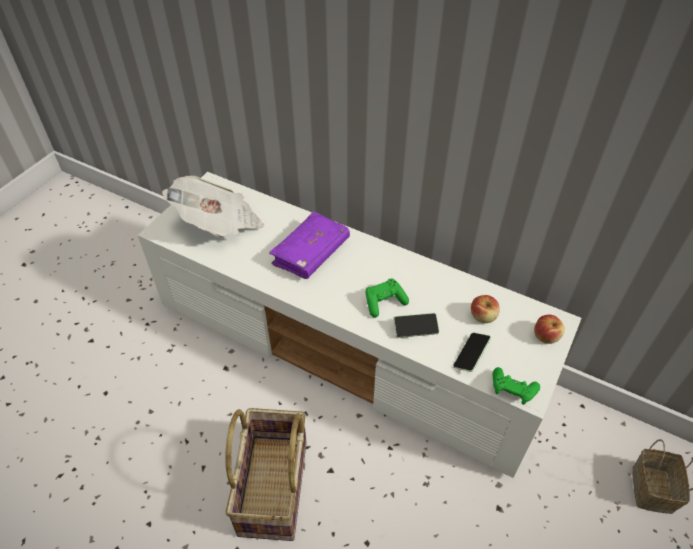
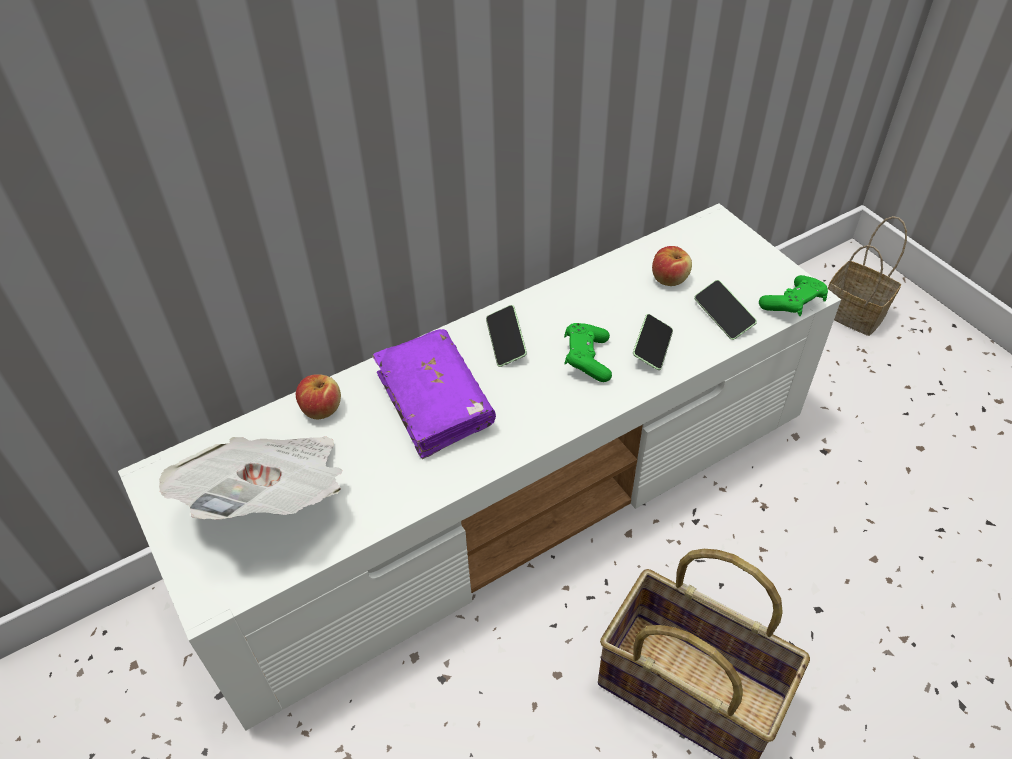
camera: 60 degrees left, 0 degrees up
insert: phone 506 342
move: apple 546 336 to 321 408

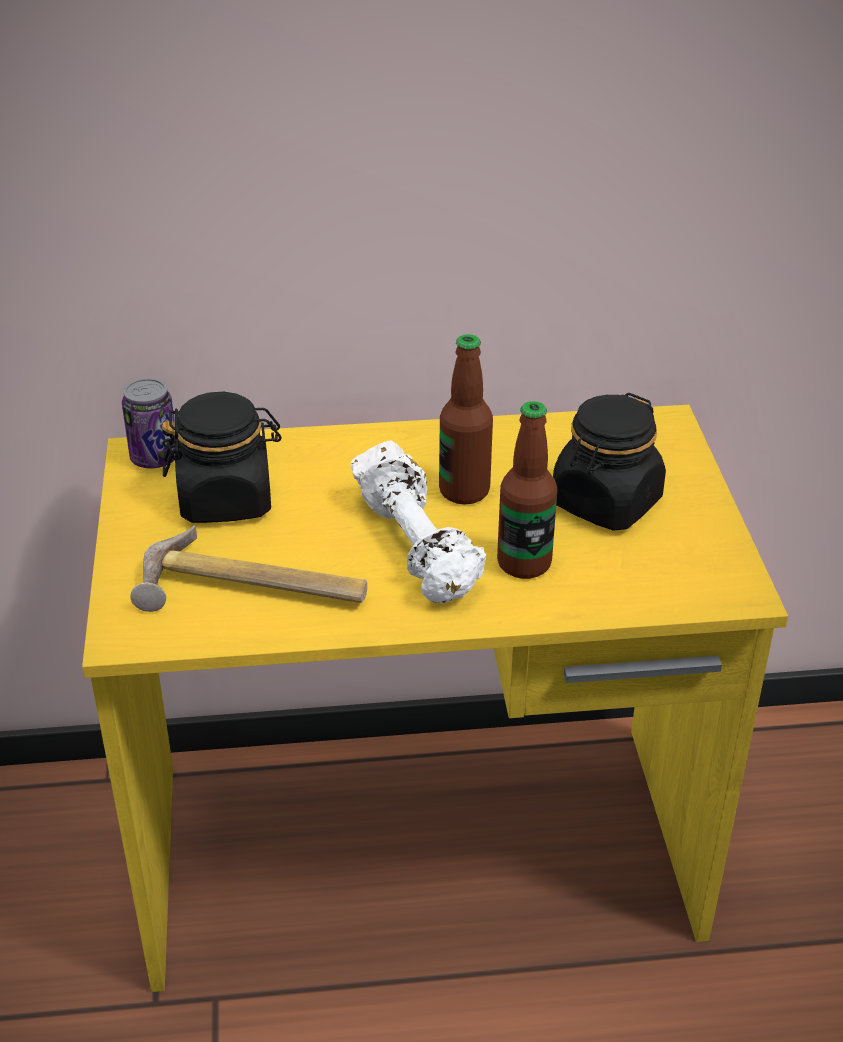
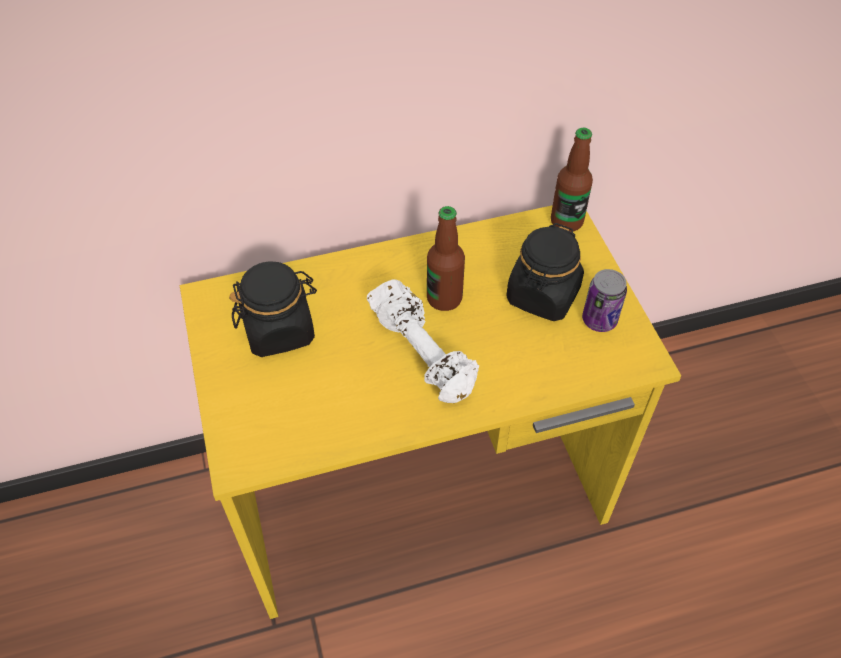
camera: 10 degrees left, 15 degrees up
delete: hammer 251 593
move: can 154 458 to 599 320; bottle 524 563 to 566 221

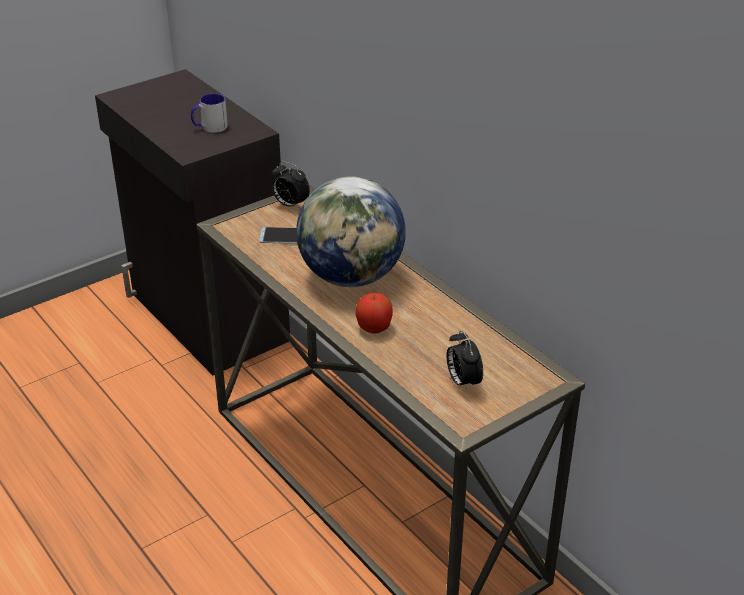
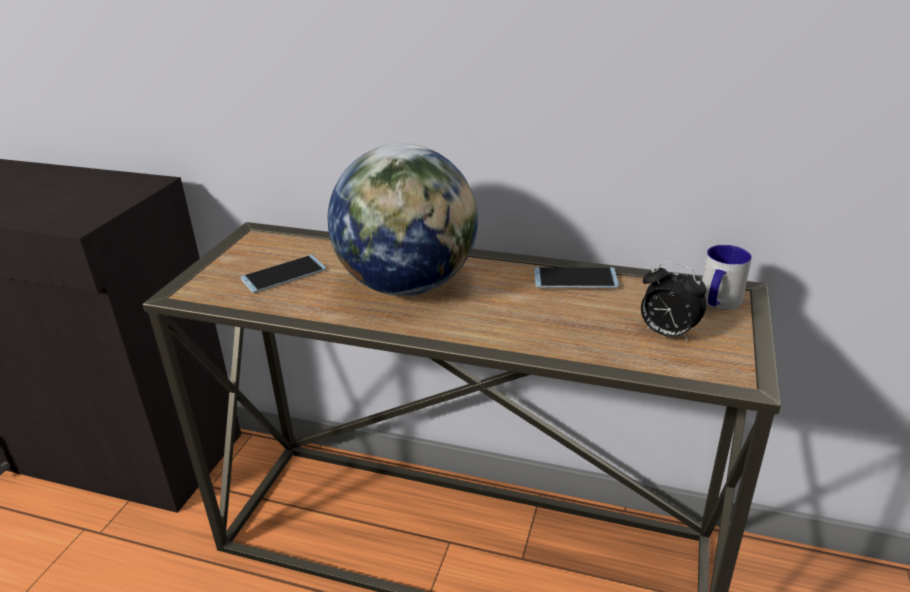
camera: 35 degrees left, 5 degrees down
delete: alarm_clock 290 205; apple 374 328
insert: phone 575 278
move: mug 209 127 to 717 303

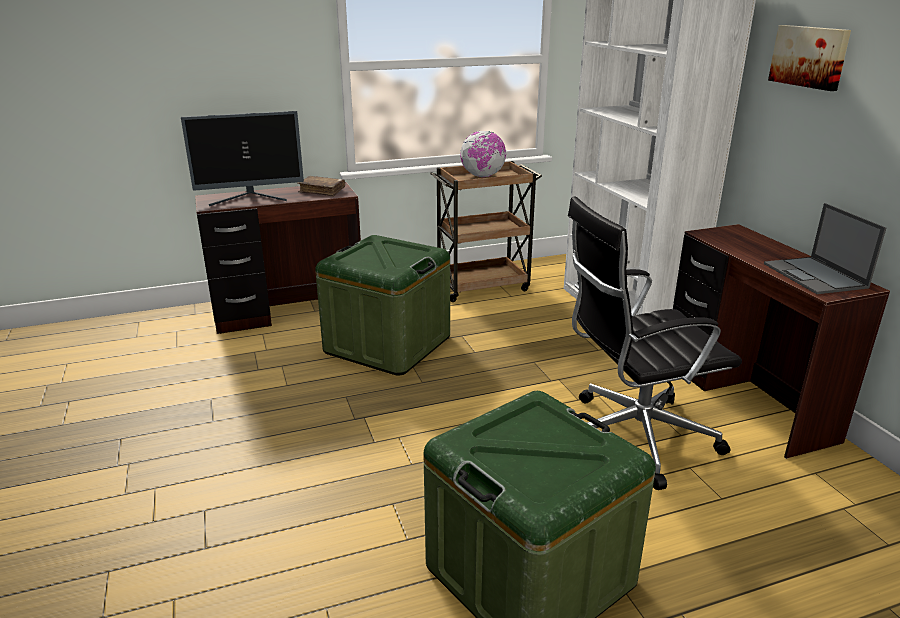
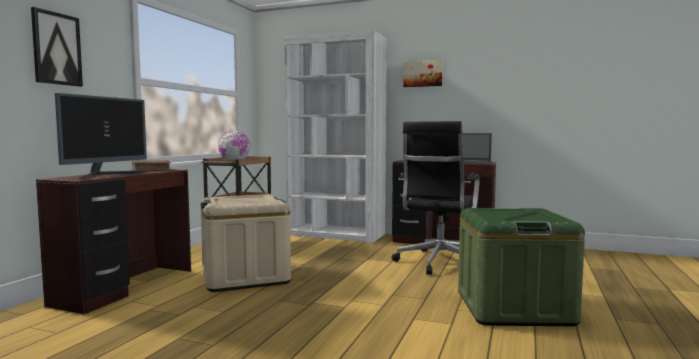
camera: 50 degrees left, 20 degrees down
insert: picture 56 49
recolor: green_storage_box 387 344 to beige_storage_box 245 276

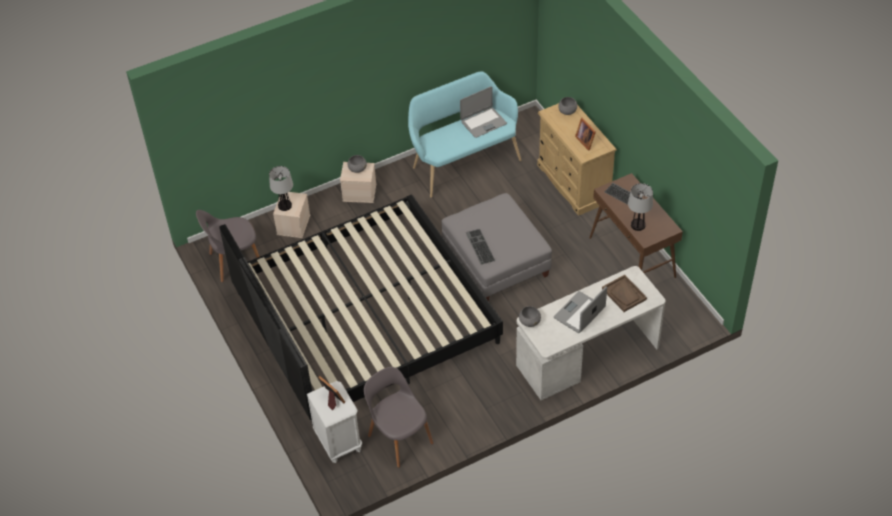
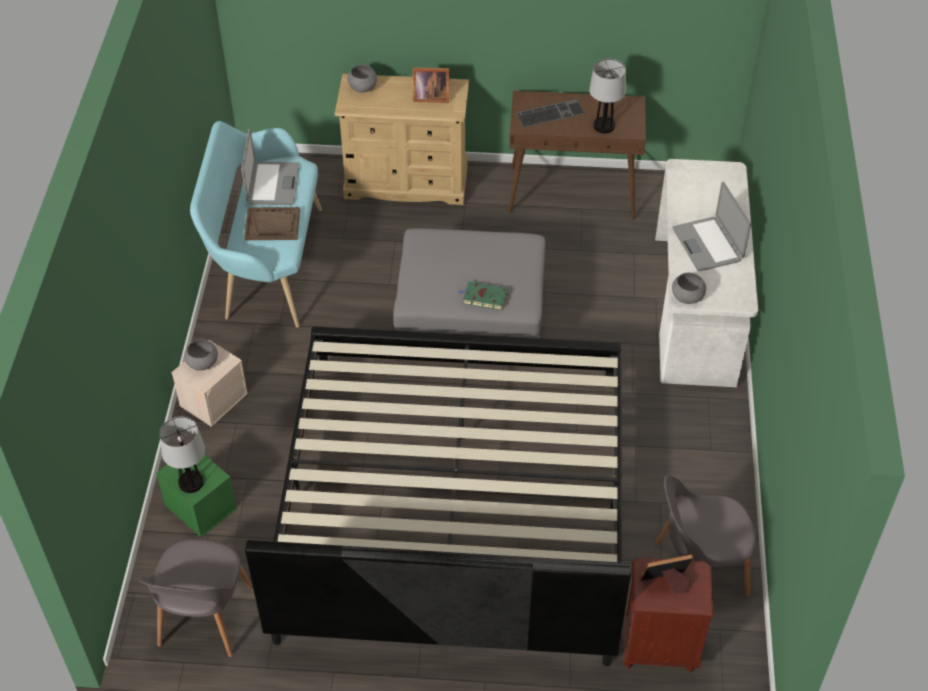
camera: 60 degrees left, 0 degrees up
move: brown_tray 624 294 to 272 225
replace: keyboard 479 246 to green_book 483 297
recolor: beige_storage_box 293 224 to green_storage_box 199 506; white_nightstand 338 442 to brown_nightstand 659 647

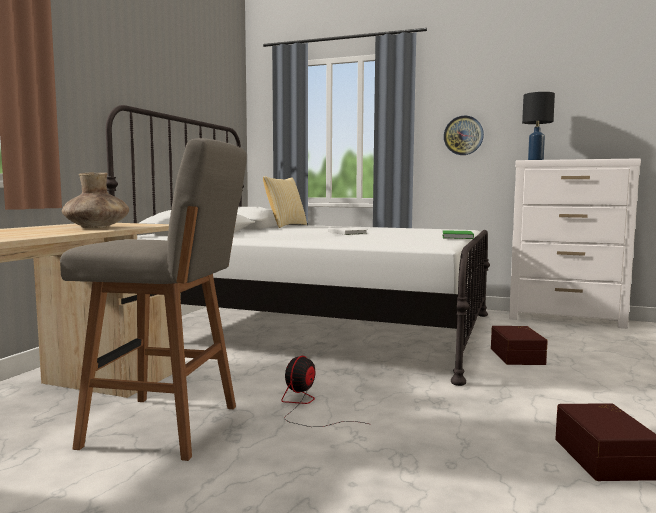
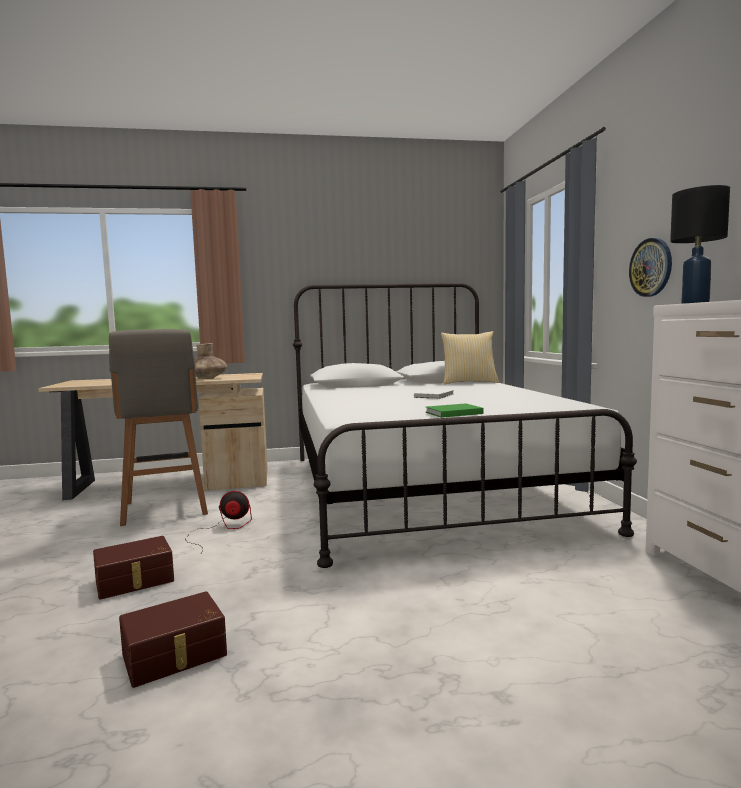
camera: 60 degrees right, 0 degrees up
move: brown_storage_box 518 356 to 135 581

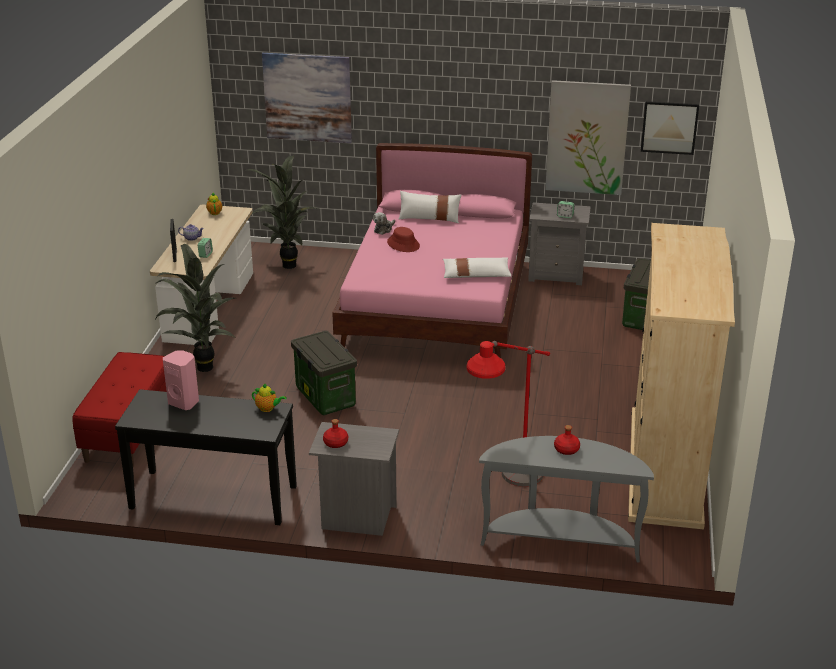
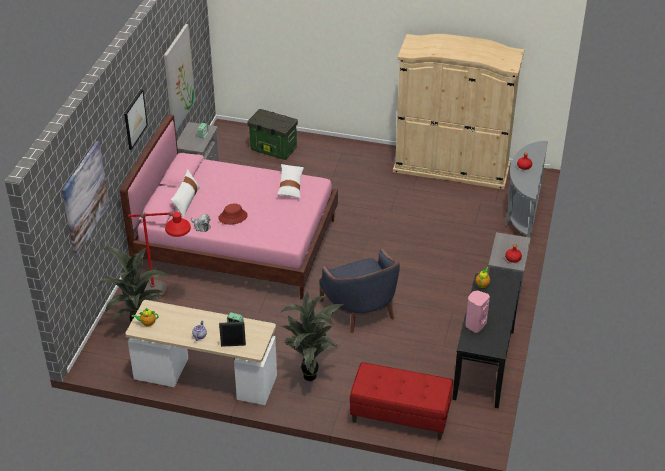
camera: 85 degrees left, 10 degrees up
move: red_floor_lamp 506 488 to 167 299; picture 669 127 to 135 119
replace: storage_box 324 396 to blue_armchair 360 308

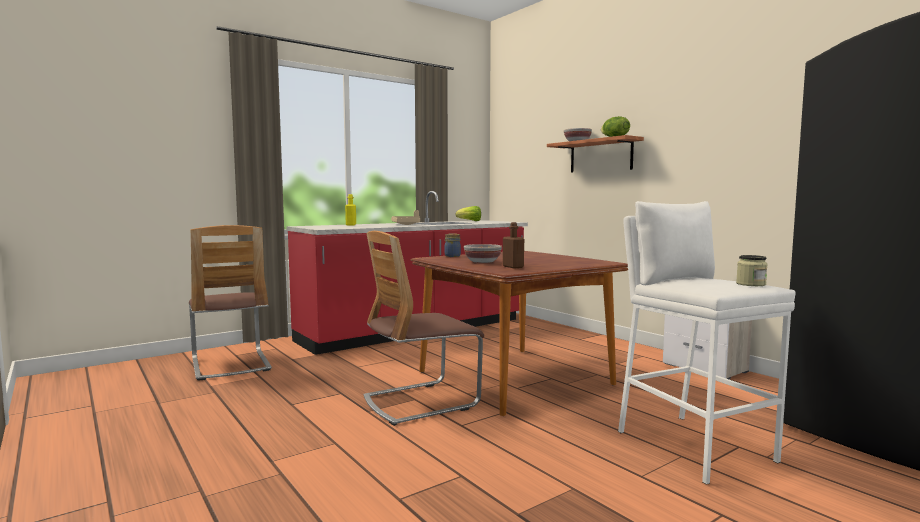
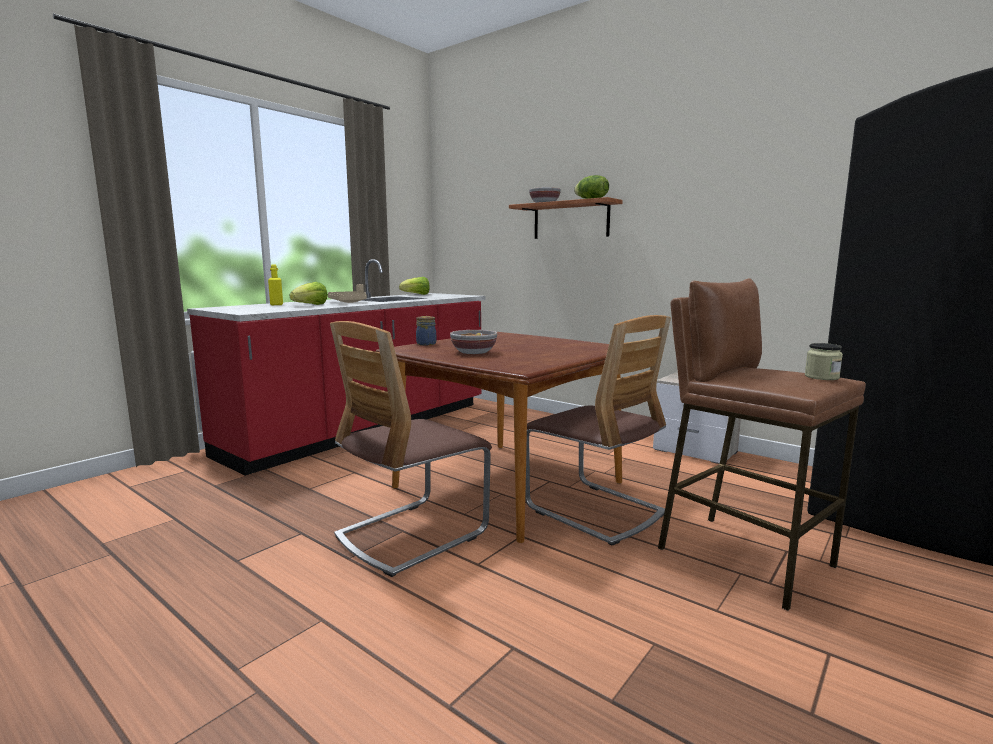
camera: 15 degrees left, 5 degrees up
delete: brown_bottle 513 267
insert: lettuce 311 305
move: chair 230 364 to 594 510
recolor: white_stool 693 446 to brown_stool 743 556

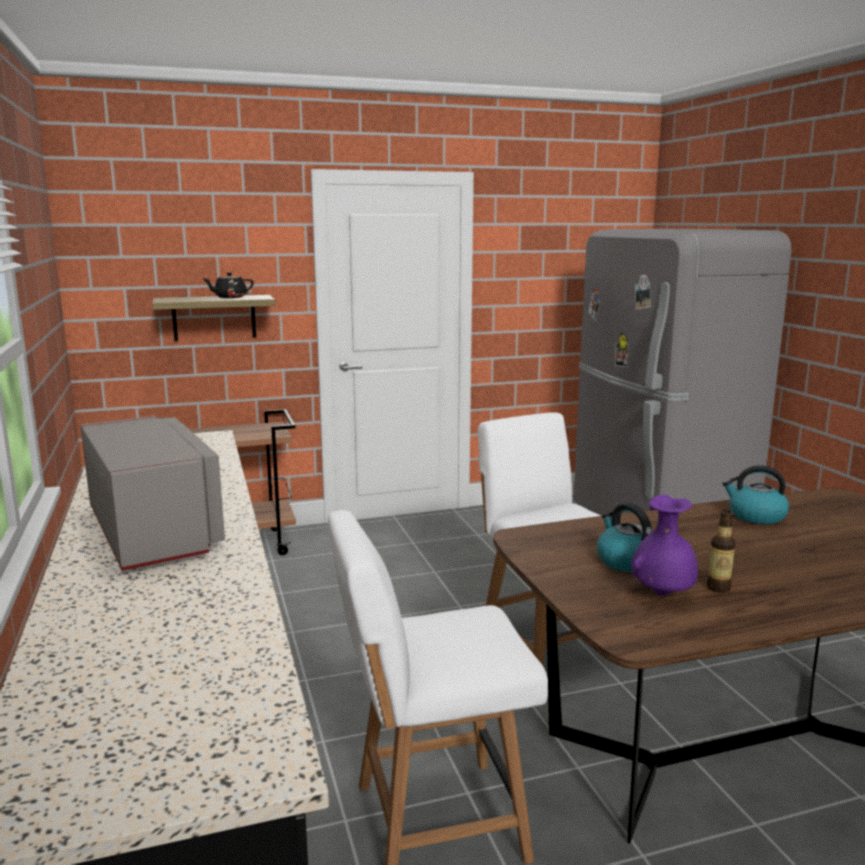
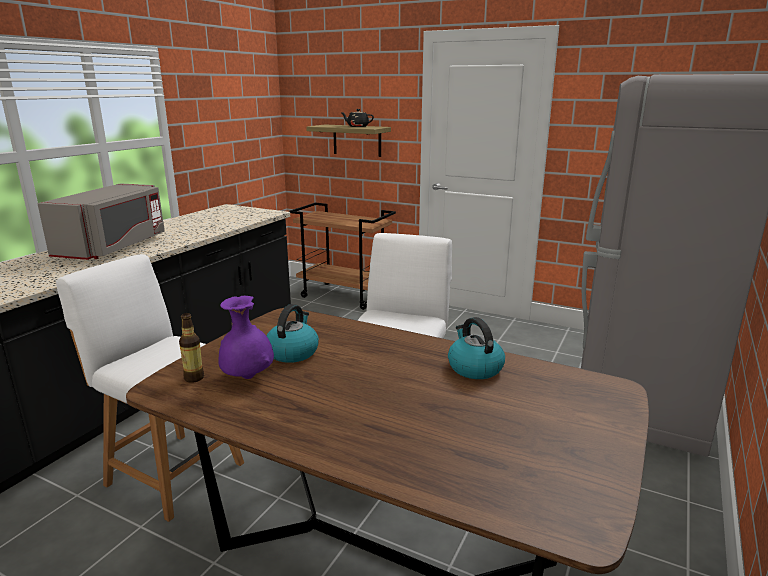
camera: 45 degrees right, 5 degrees up
move: bottle 718 588 to 194 378

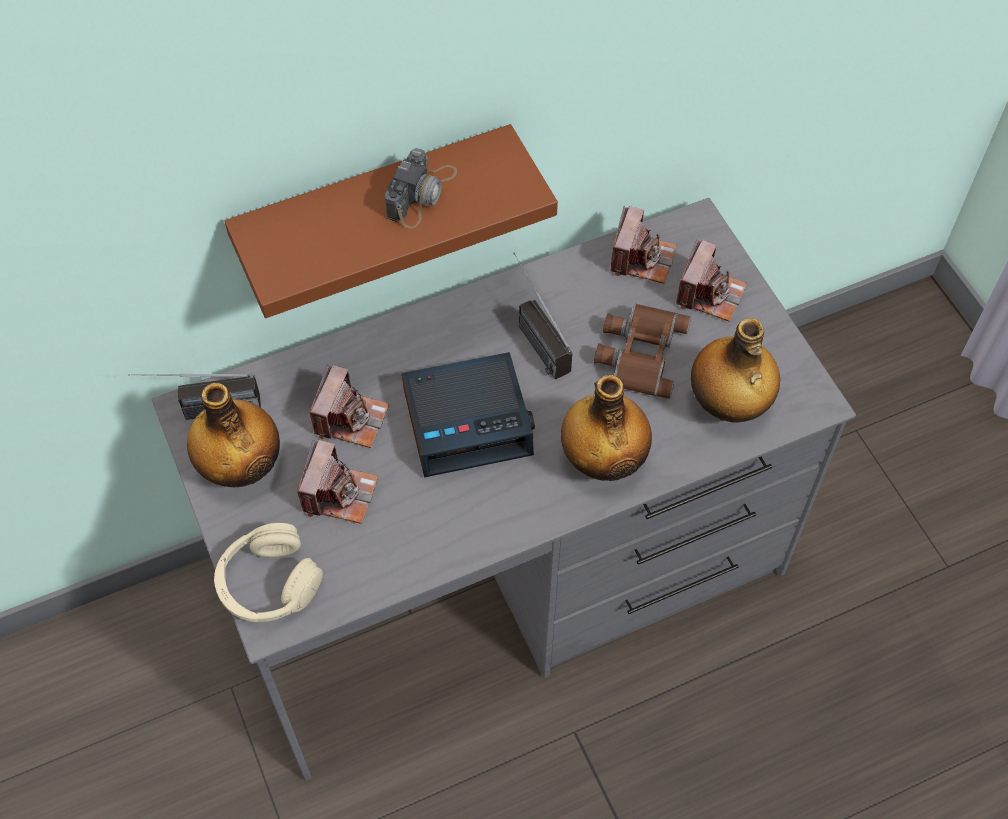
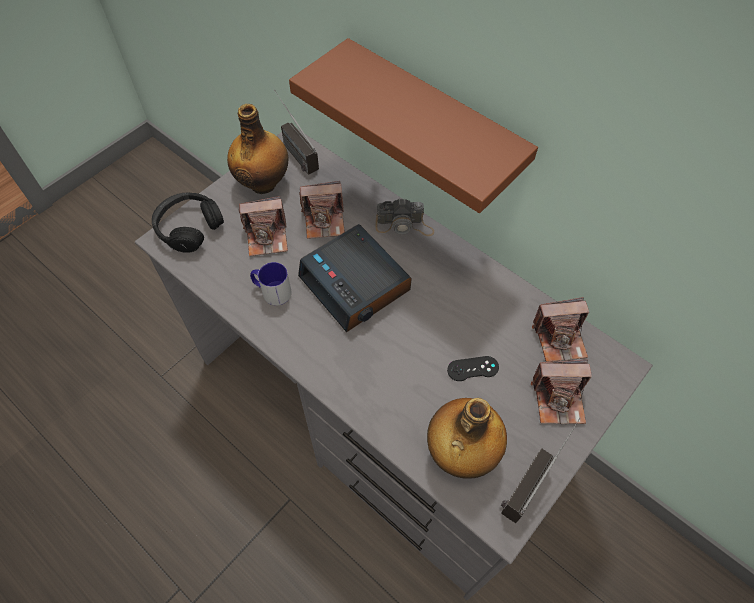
camera: 65 degrees right, 0 degrees up
delete: bottle 603 460
insert: mug 272 291
move: photo_camera 421 194 to 404 225; radio 532 335 to 532 474
replace: brown_binoculars 639 352 to black_game_controller 473 368
recolor: beige_headphones 268 583 to black_headphones 189 227

